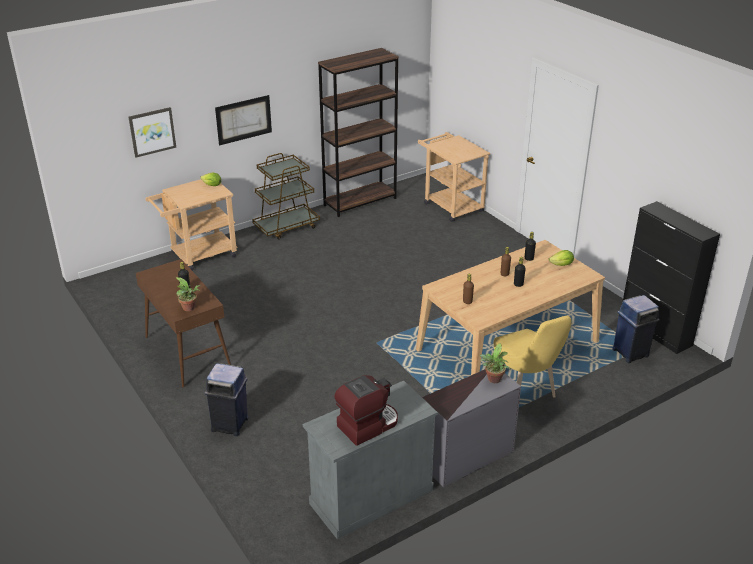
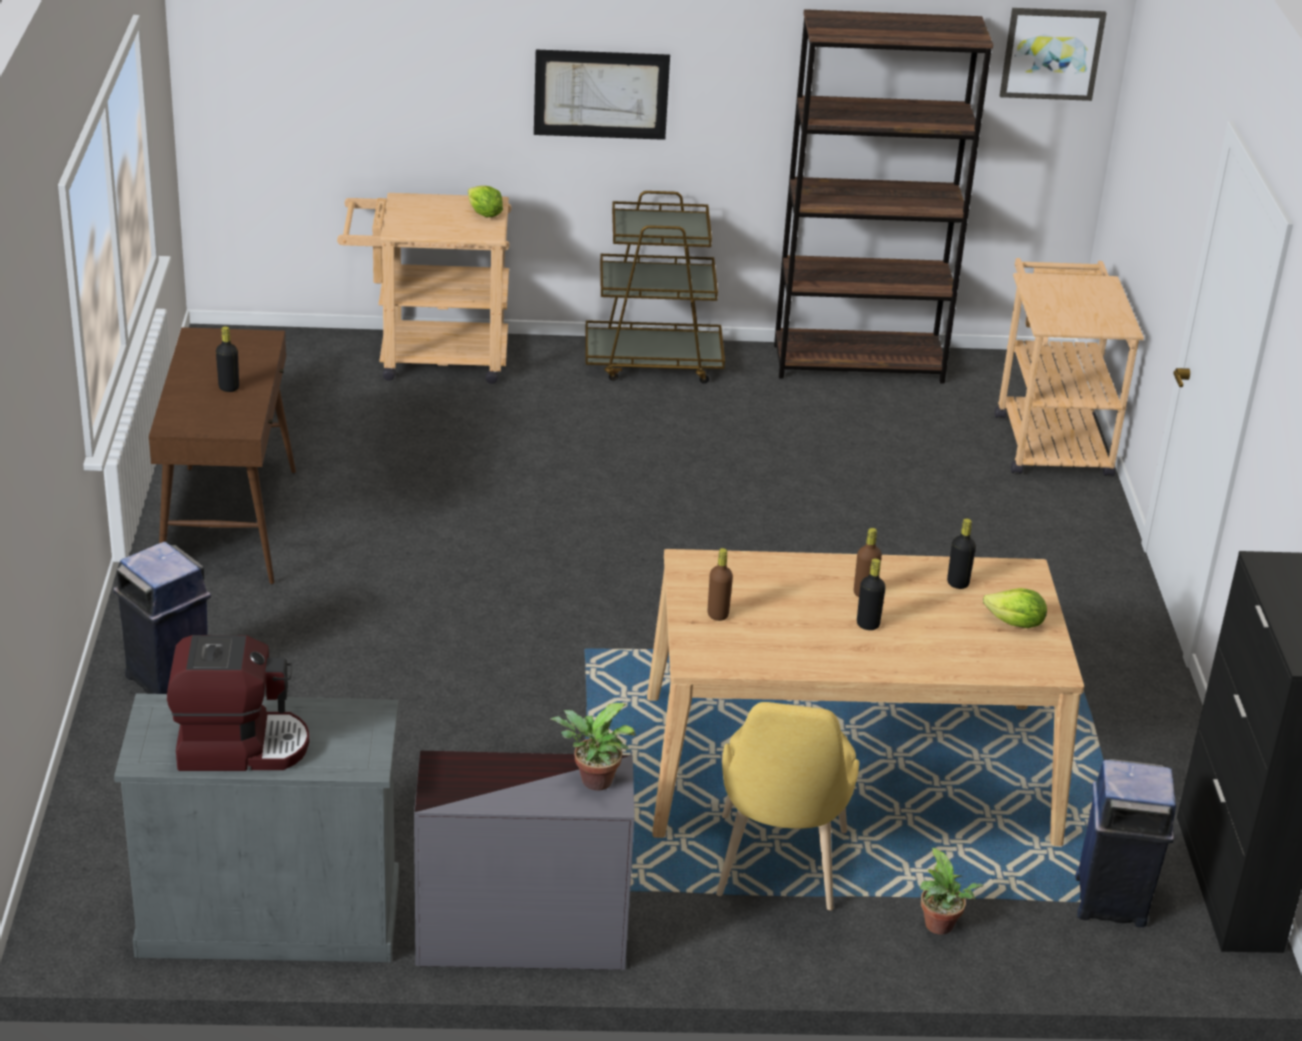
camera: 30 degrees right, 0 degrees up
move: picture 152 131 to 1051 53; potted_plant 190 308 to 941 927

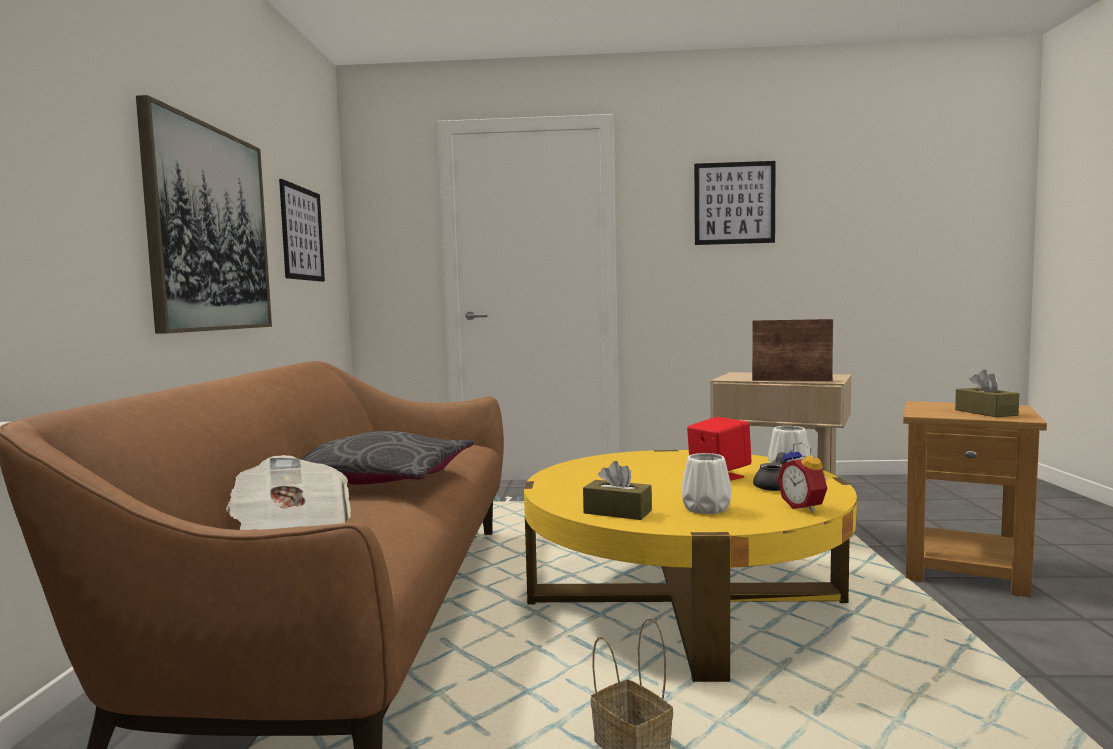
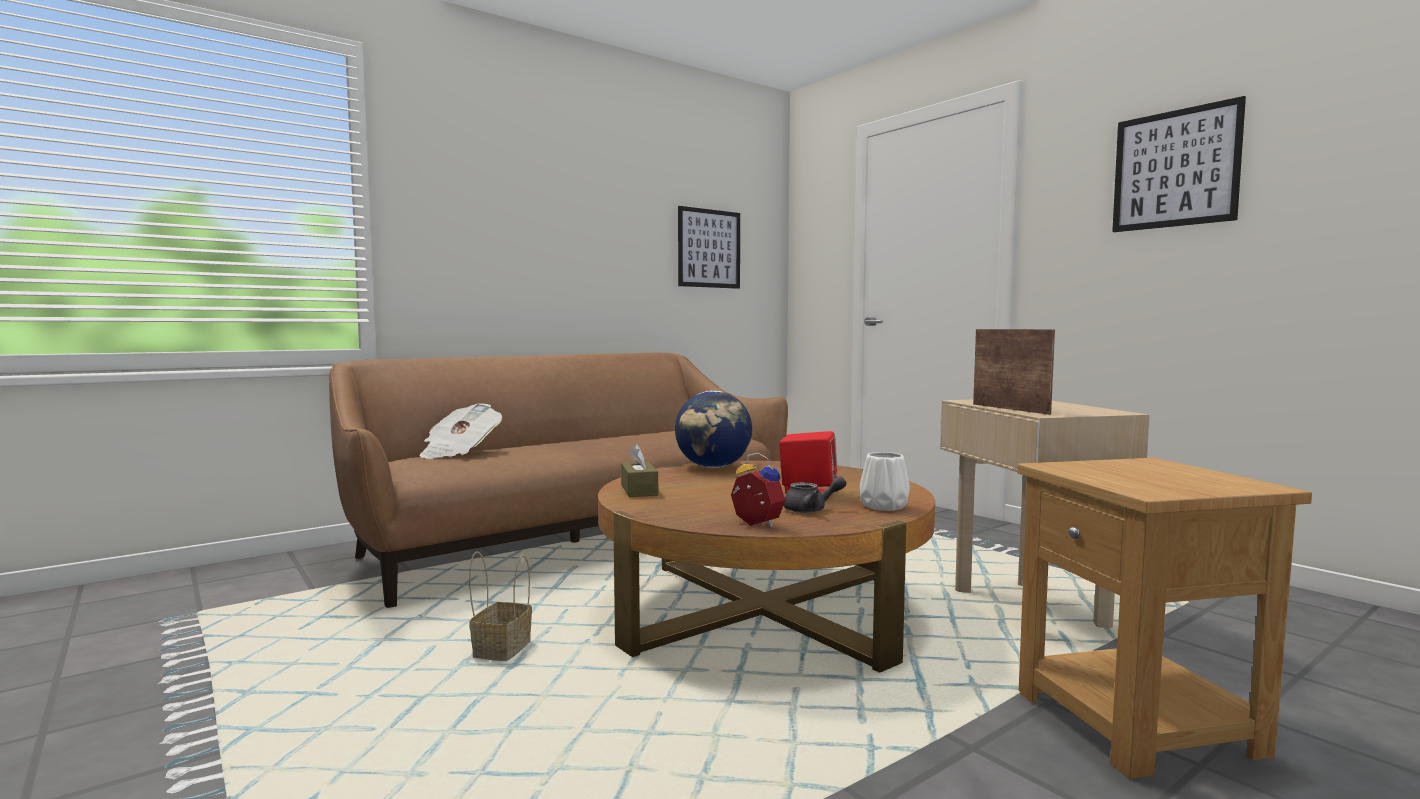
camera: 50 degrees right, 0 degrees up
delete: picture 209 229; grey_pillow 381 479; white_vase 706 509; brown_tissue_box 985 412
insert: globe 713 467
recolor: yellow_coffee_table 684 599 to brown_coffee_table 762 610
rotate: alarm_clock 804 507 = 754 524 105 degrees clockwise

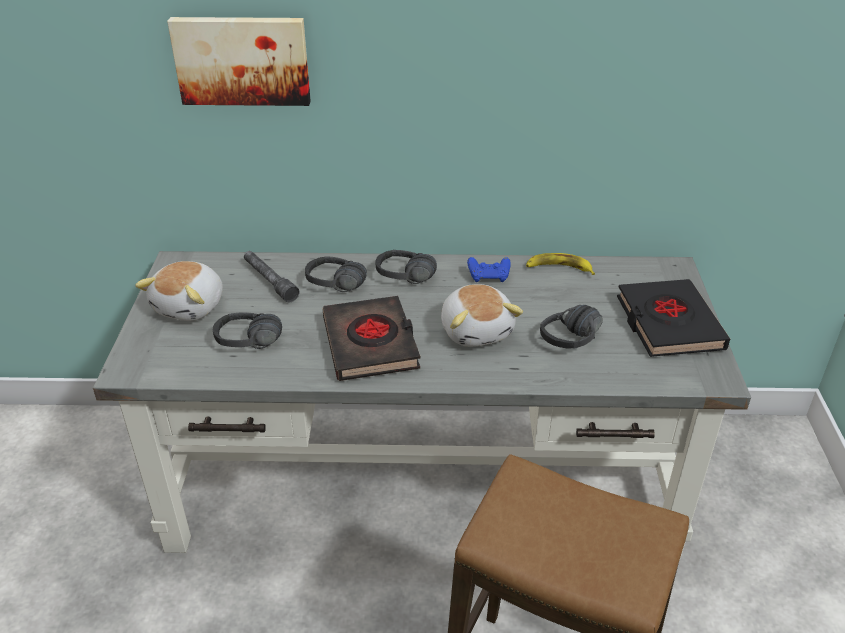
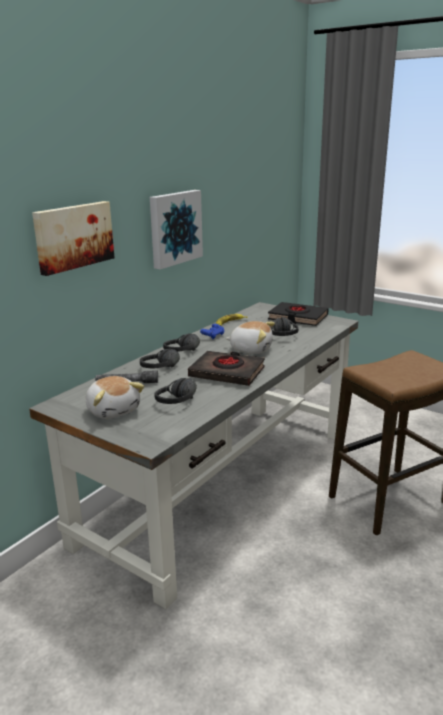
camera: 55 degrees left, 15 degrees down
insert: picture 174 228

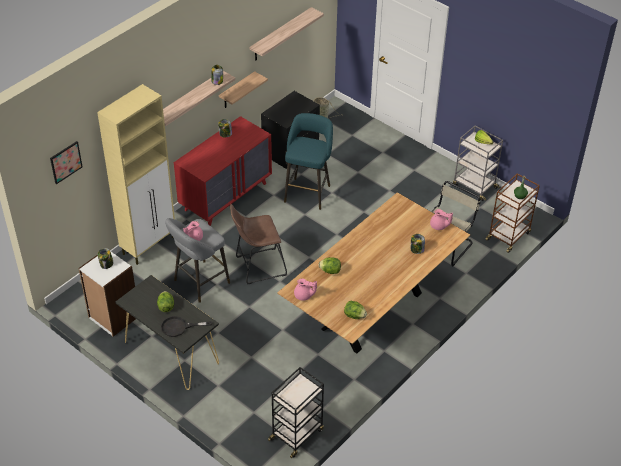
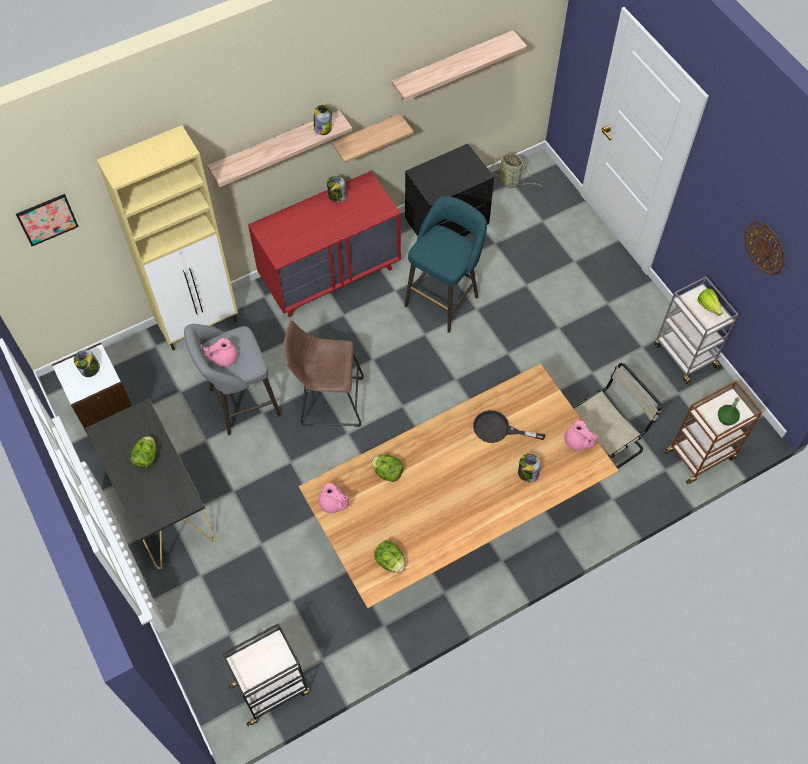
camera: 20 degrees right, 15 degrees up
insert: wall_clock 765 248
move: black_frying_pan 179 327 to 498 429

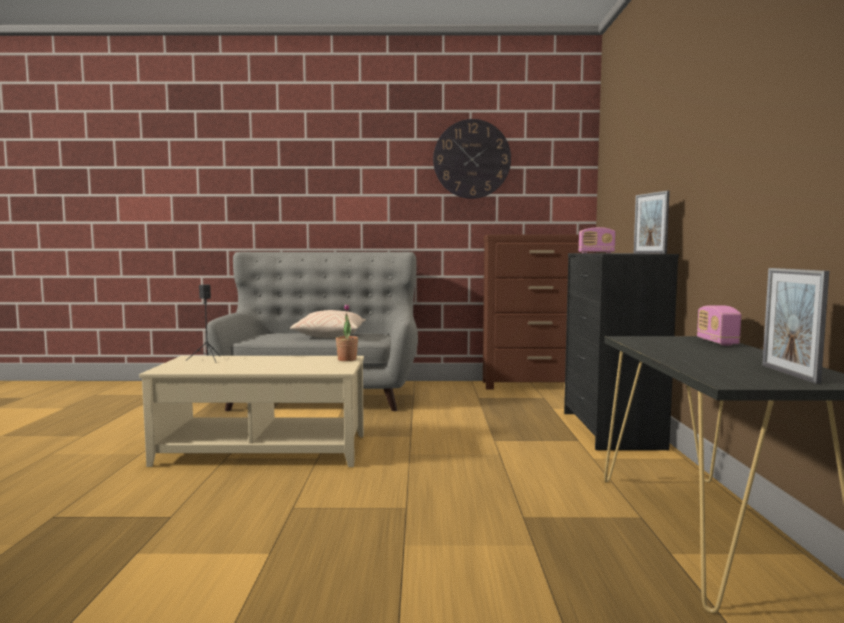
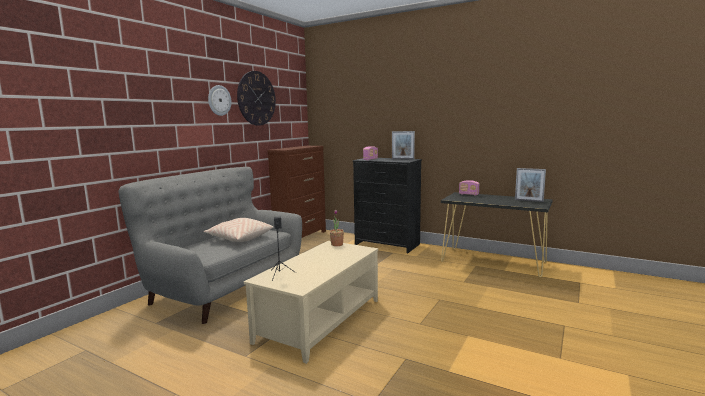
camera: 60 degrees left, 5 degrees up
insert: wall_clock 219 100

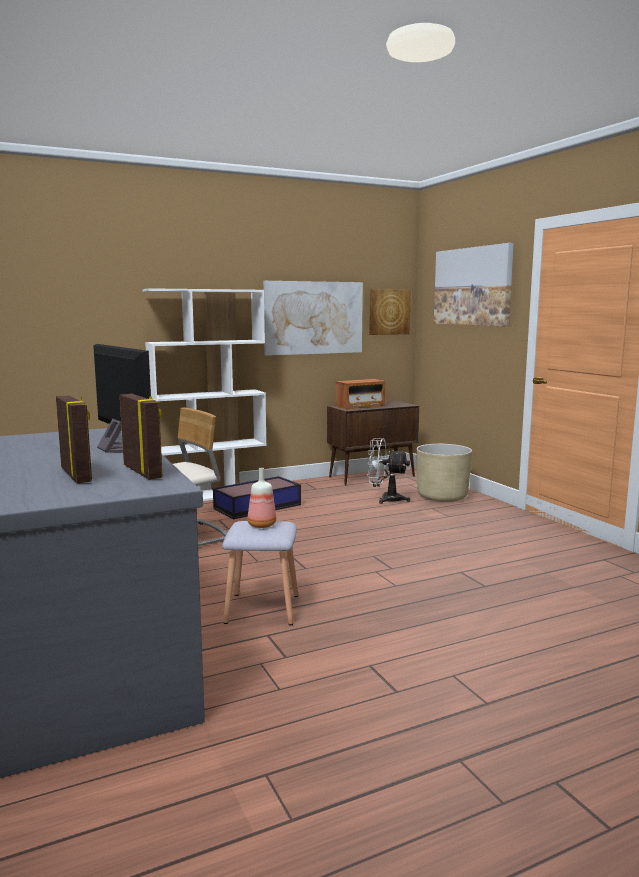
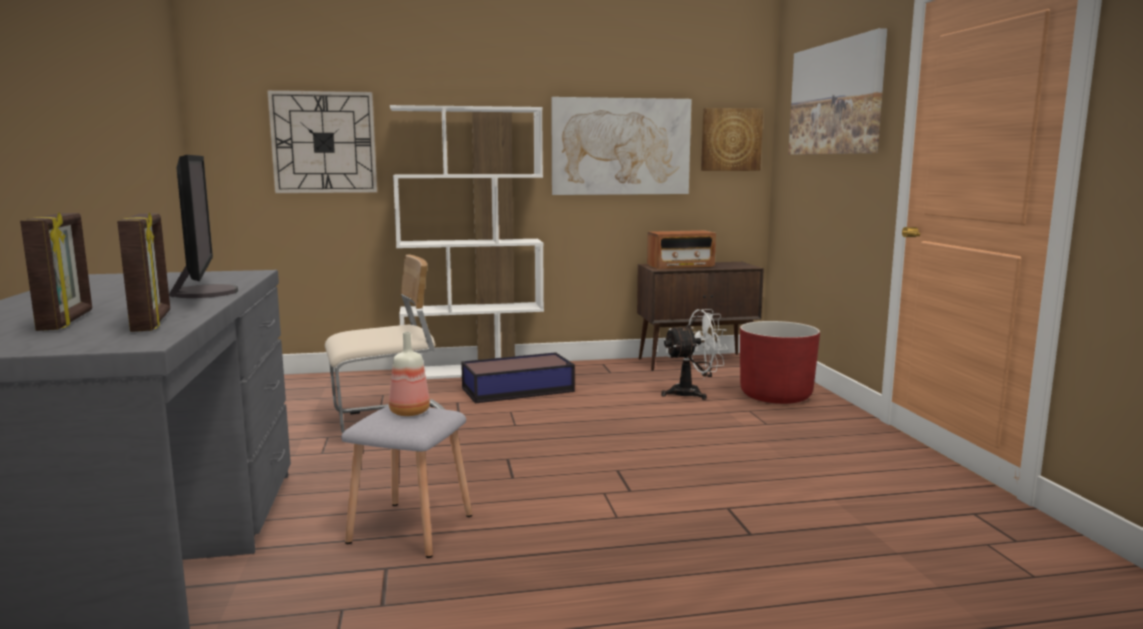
camera: 15 degrees right, 0 degrees up
insert: wall_clock 324 142
recolor: beige_planter 442 496 to red_planter 775 395
rotate: white_fan 385 499 = 693 393 135 degrees clockwise

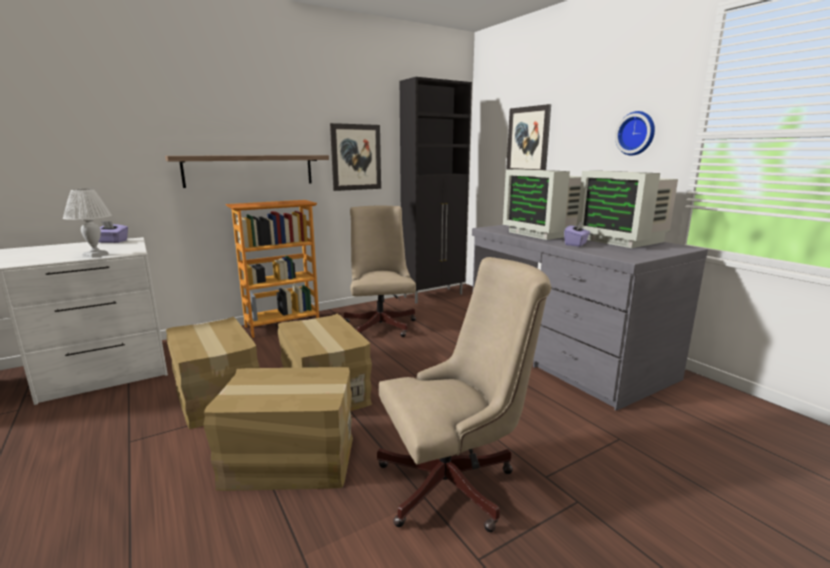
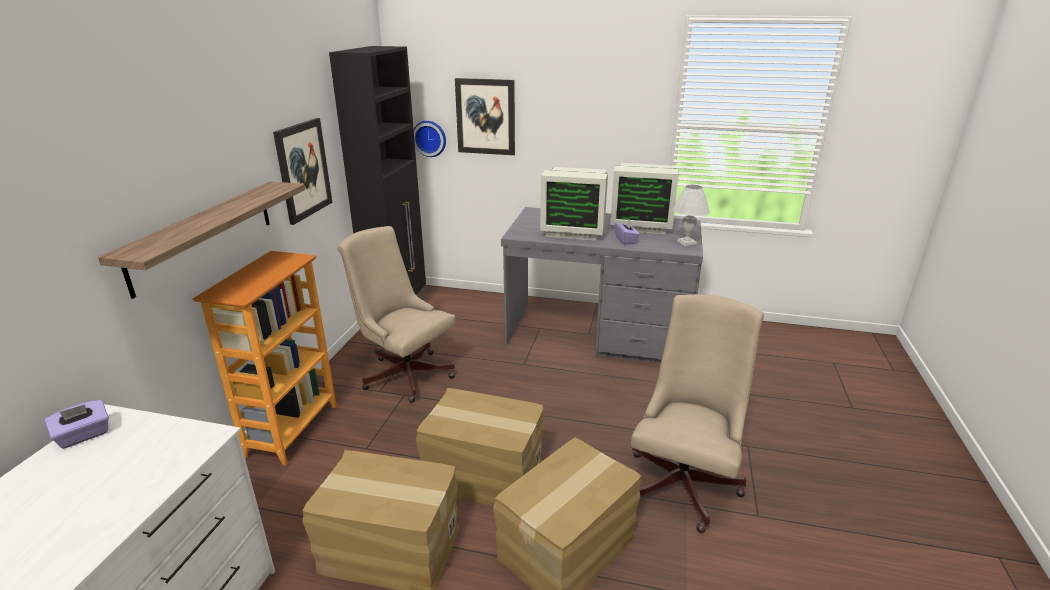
camera: 45 degrees left, 10 degrees up
move: white_table_lamp 96 255 to 687 242; wall_clock 636 133 to 430 138

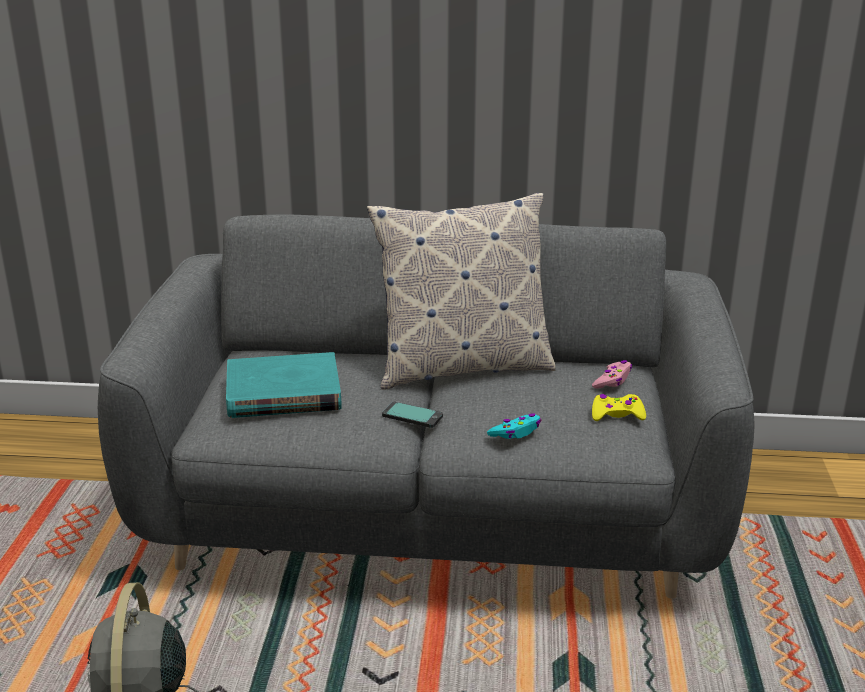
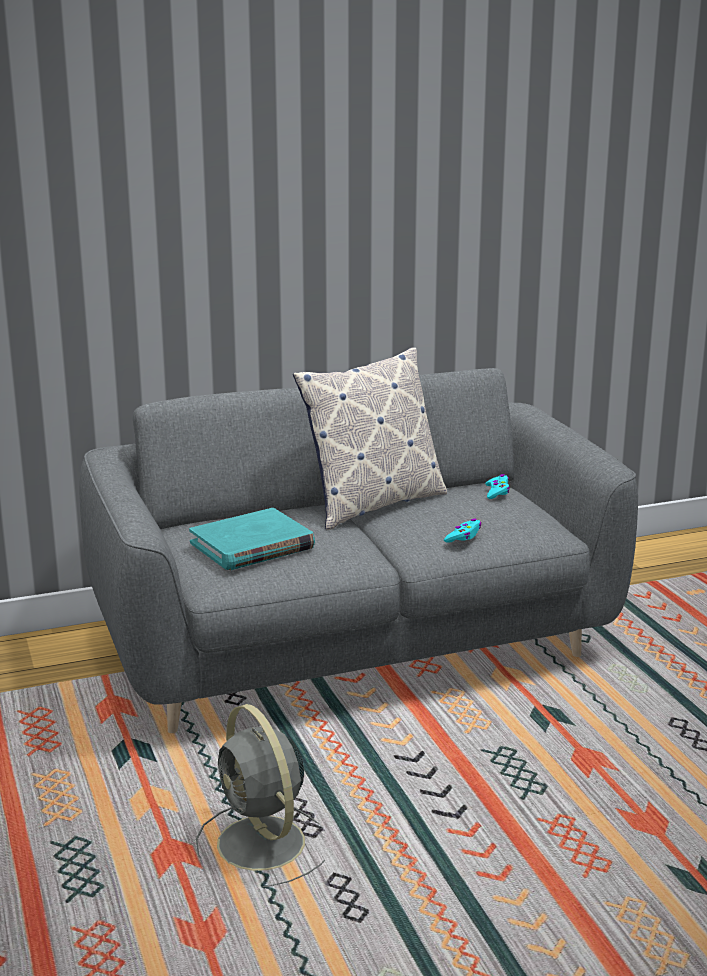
camera: 25 degrees left, 5 degrees down
delete: phone 412 416; yellow_game_controller 616 414
recolor: pink_game_controller 612 381 to turquoise_game_controller 497 492

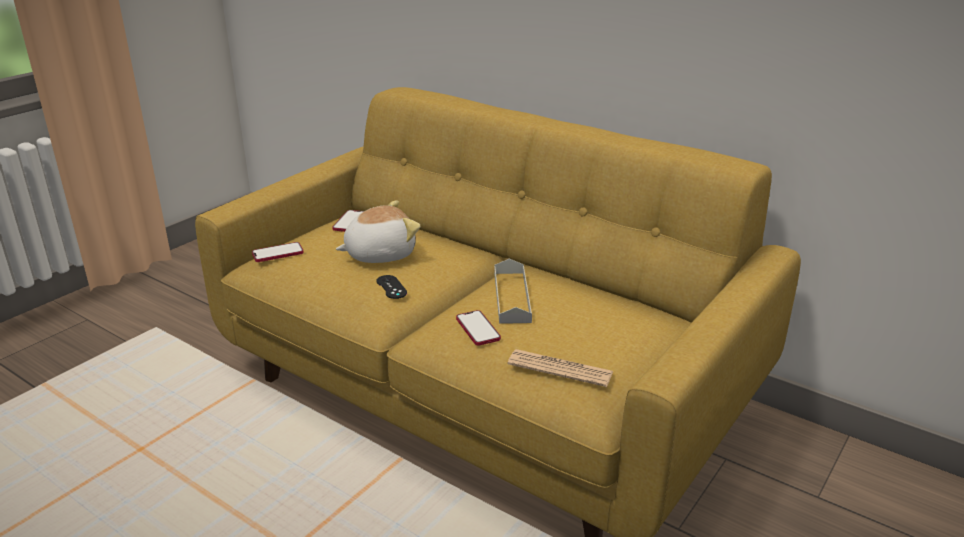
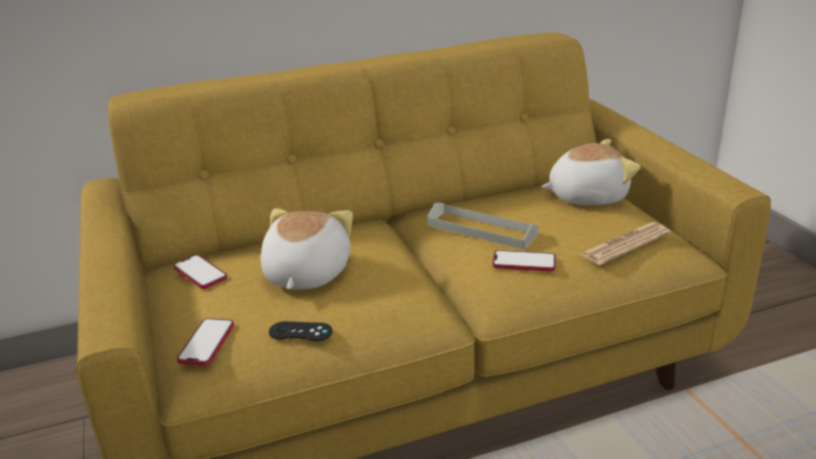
camera: 55 degrees left, 0 degrees up
insert: plush_toy 586 196
move: black_game_controller 391 287 to 300 332

